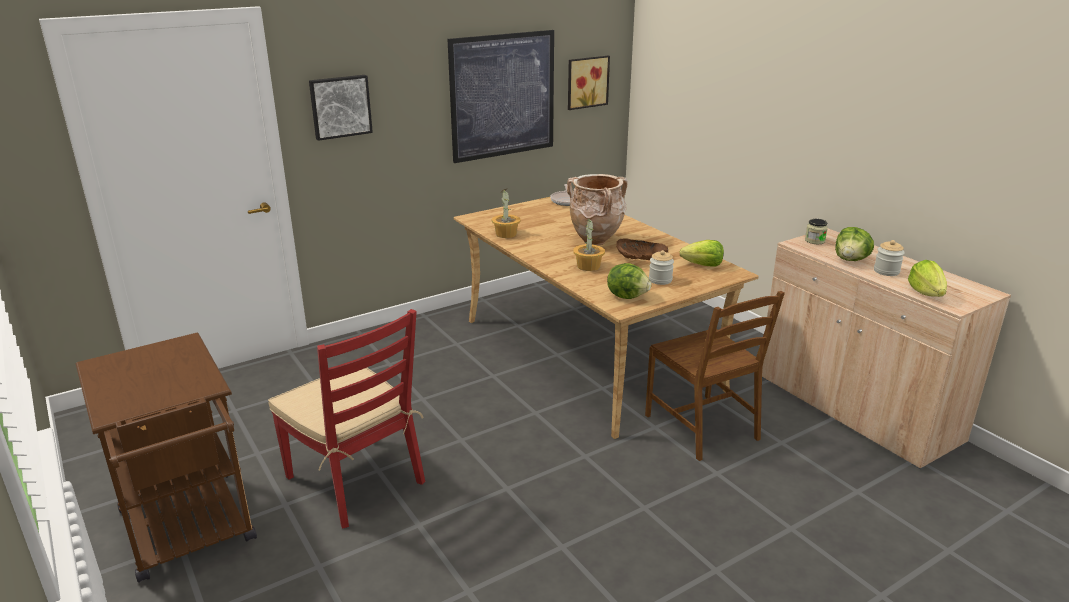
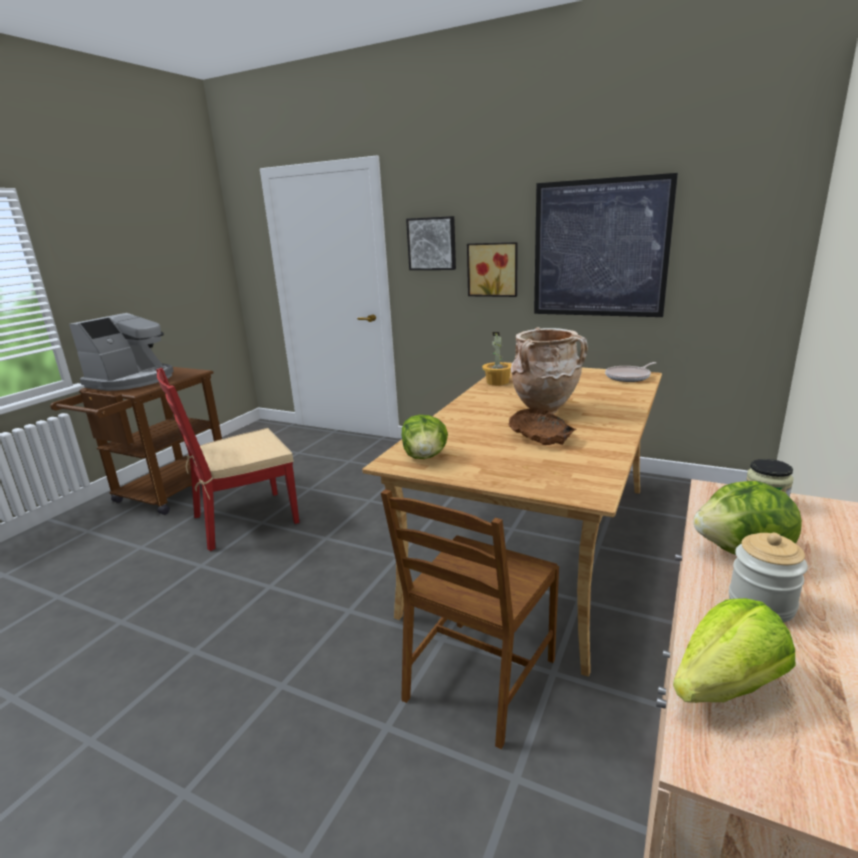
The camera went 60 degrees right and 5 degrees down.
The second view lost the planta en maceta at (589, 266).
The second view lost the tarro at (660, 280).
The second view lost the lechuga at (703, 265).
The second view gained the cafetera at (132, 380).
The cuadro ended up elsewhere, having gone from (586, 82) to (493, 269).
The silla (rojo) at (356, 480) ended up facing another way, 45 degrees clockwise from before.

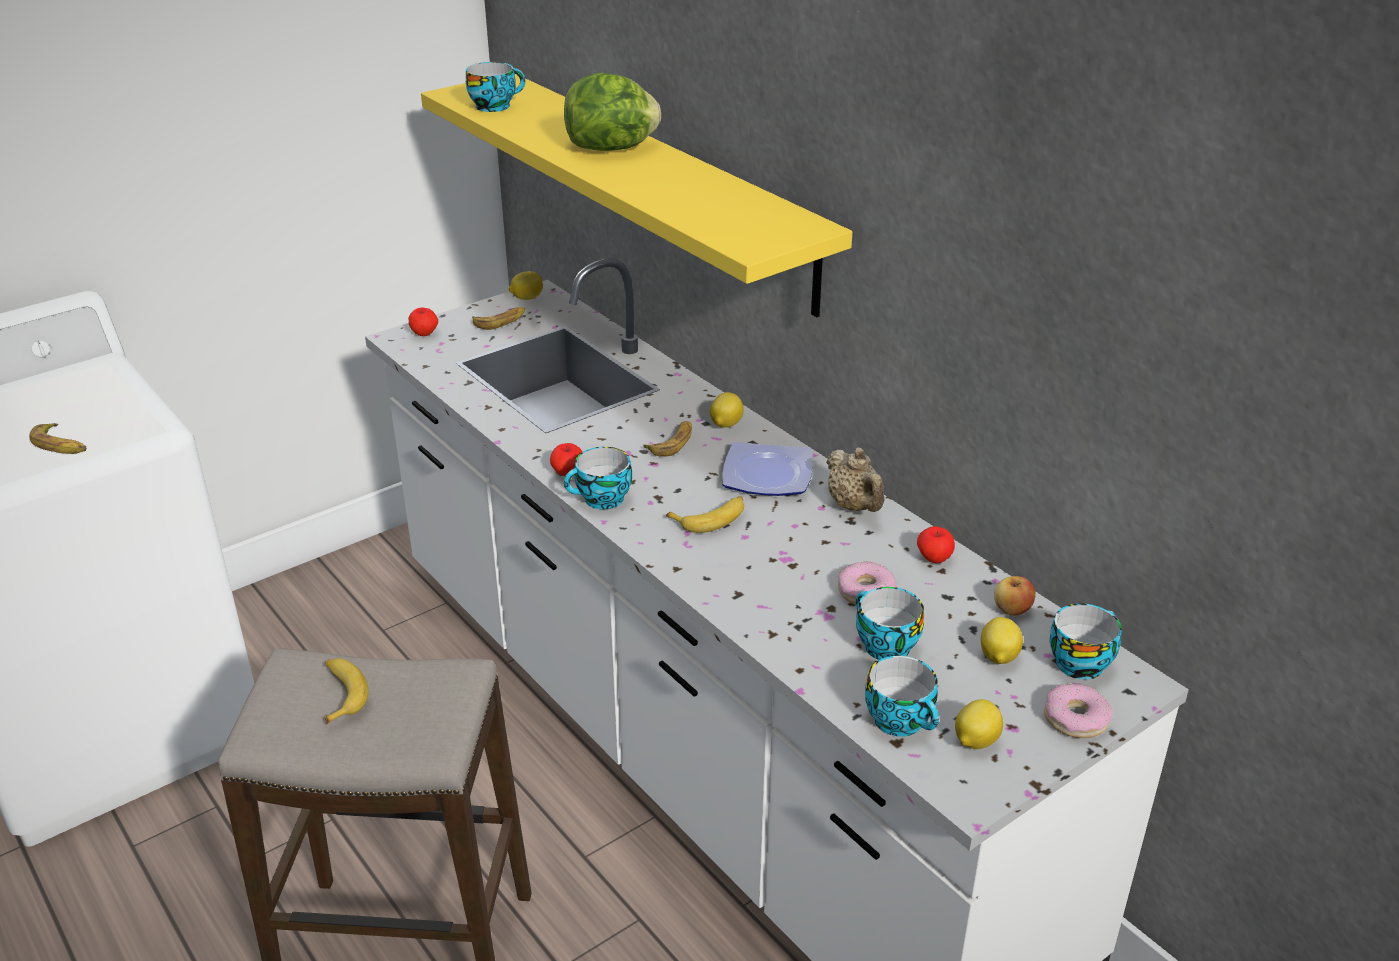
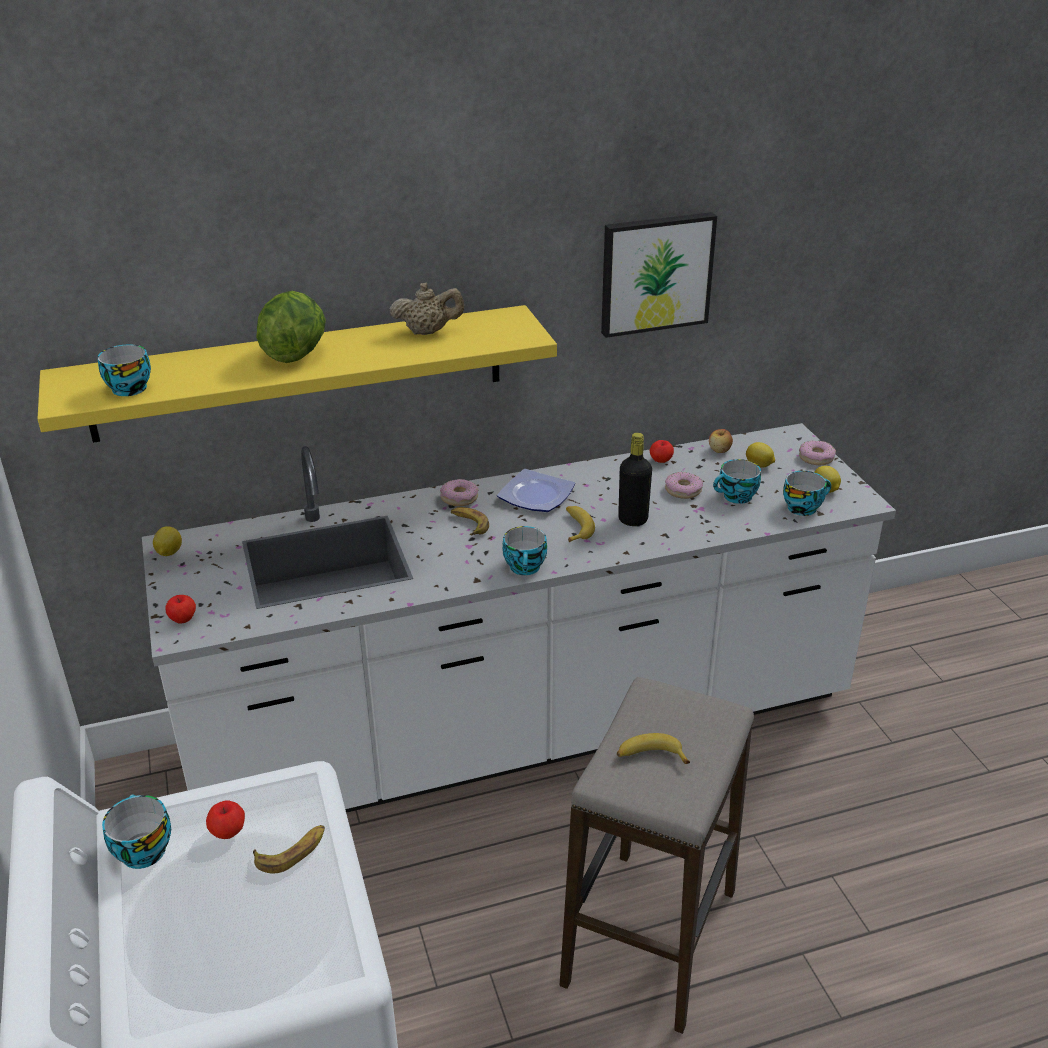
The camera went 70 degrees left and 0 degrees up.
The second view lost the plátano at (500, 321).
The second view gained the cuadro at (655, 273).
The second view gained the botella (negro) at (633, 520).
The manzana ended up elsewhere, having gone from (567, 473) to (228, 832).
The tetera (beis) ended up elsewhere, having gone from (855, 506) to (428, 332).
The taza ended up elsewhere, having gone from (1080, 661) to (141, 849).
Where the limón stood at (725, 424), the rosquilla came to stand at (459, 498).

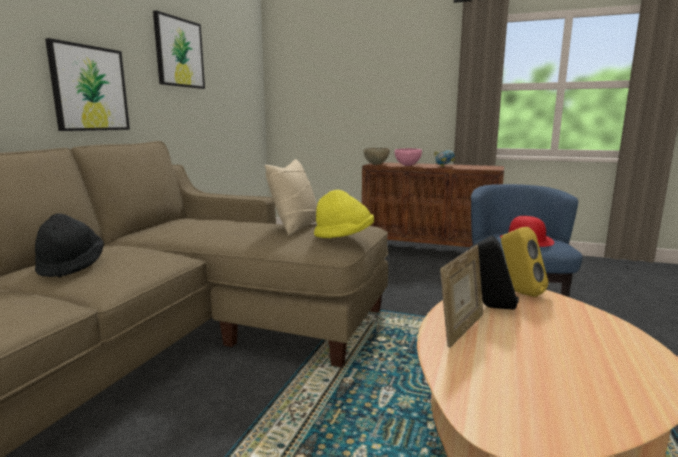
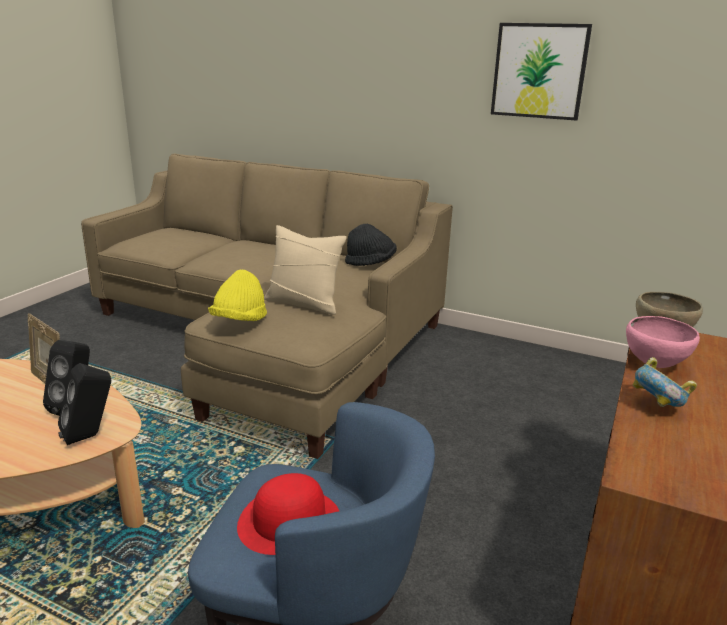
The camera went 95 degrees right and 10 degrees up.
The second view lost the cuadro at (89, 88).
The sombrero (negro) ended up elsewhere, having gone from (71, 266) to (370, 263).
What was the altavoz (amarillo) at (519, 292) turned into the altavoz (negro) at (90, 436).

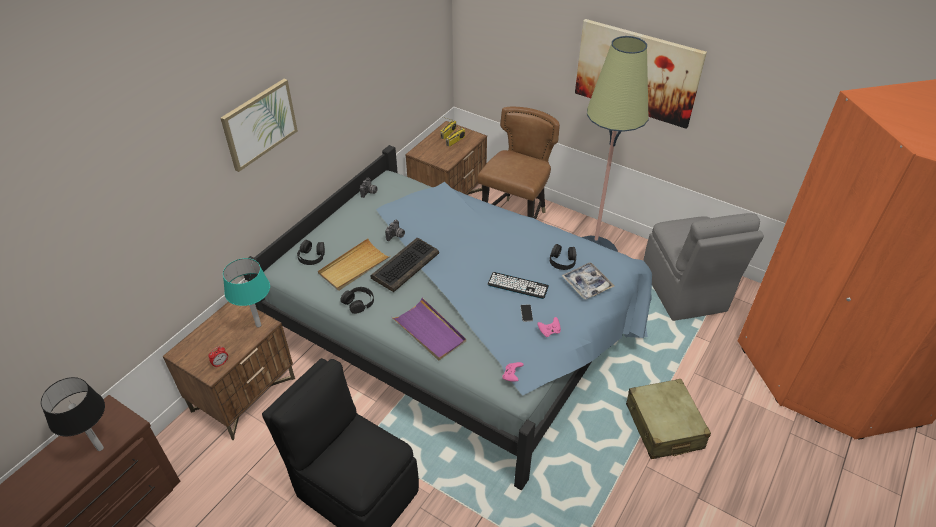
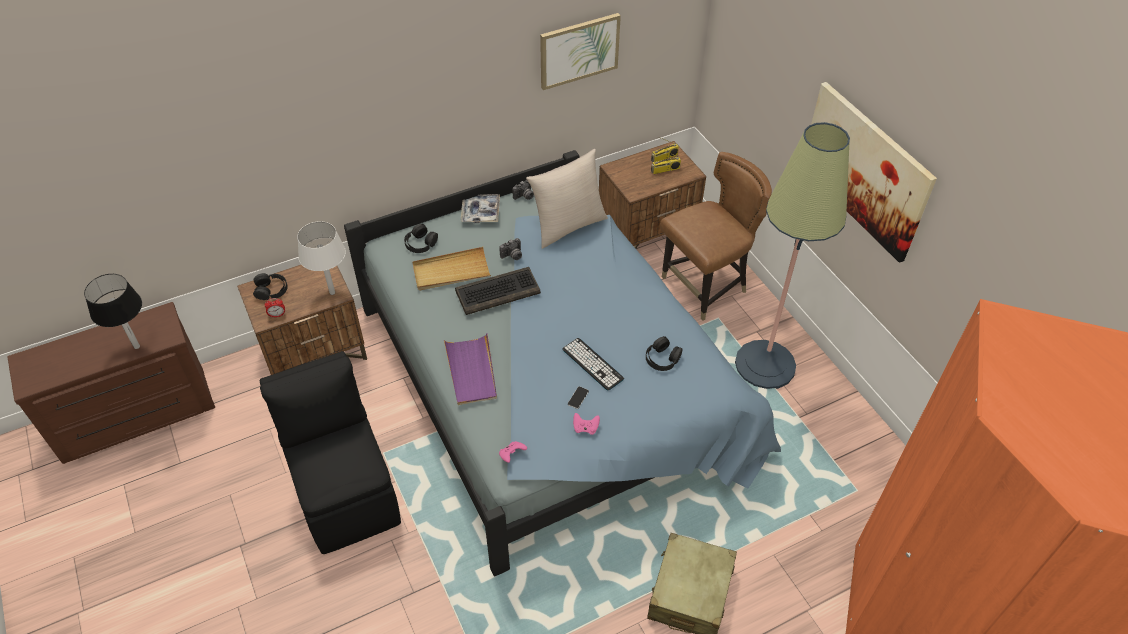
The camera went 30 degrees right and 5 degrees up.
The second view lost the silla (gris) at (684, 291).
The second view gained the cojín (beis) at (568, 226).
The cuadro ended up elsewhere, having gone from (259, 124) to (579, 50).
The auriculares (negro) ended up elsewhere, having gone from (359, 302) to (271, 290).
The bandeja ended up elsewhere, having gone from (587, 284) to (480, 212).
What was the lámpara de mesa (turquesa) at (258, 325) turned into the lámpara de mesa (blanco) at (332, 293).

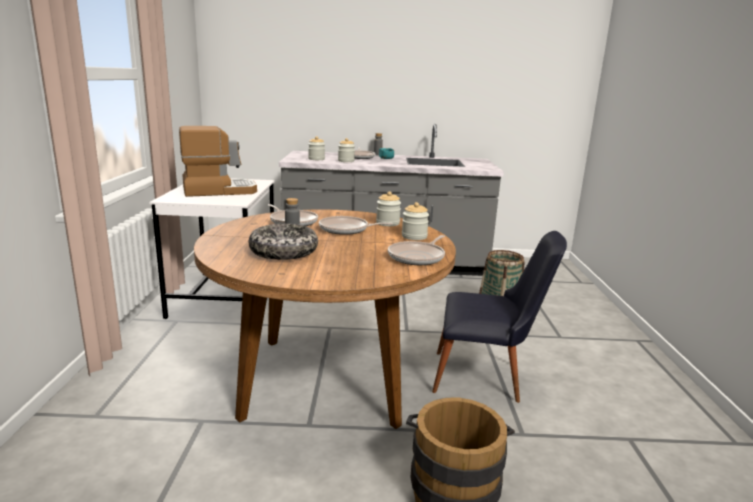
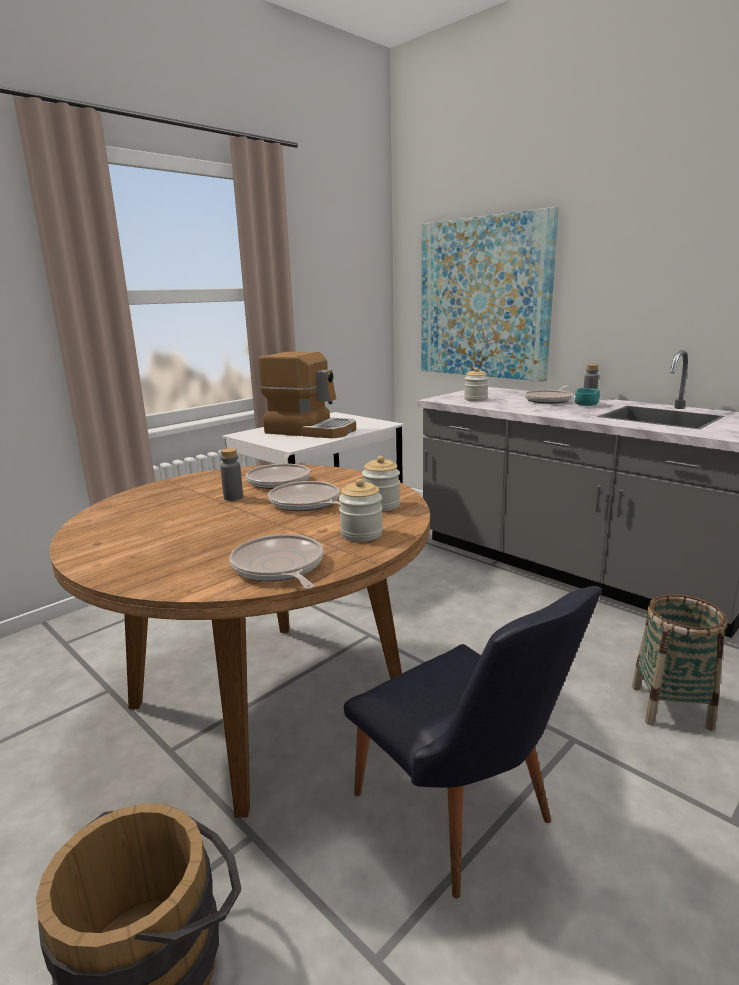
The camera went 45 degrees right and 0 degrees up.
The second view lost the cuenco at (283, 252).
The second view lost the tarro at (346, 161).
The second view gained the cuadro at (483, 298).
The sartén at (418, 257) ended up facing another way, 75 degrees clockwise from before.

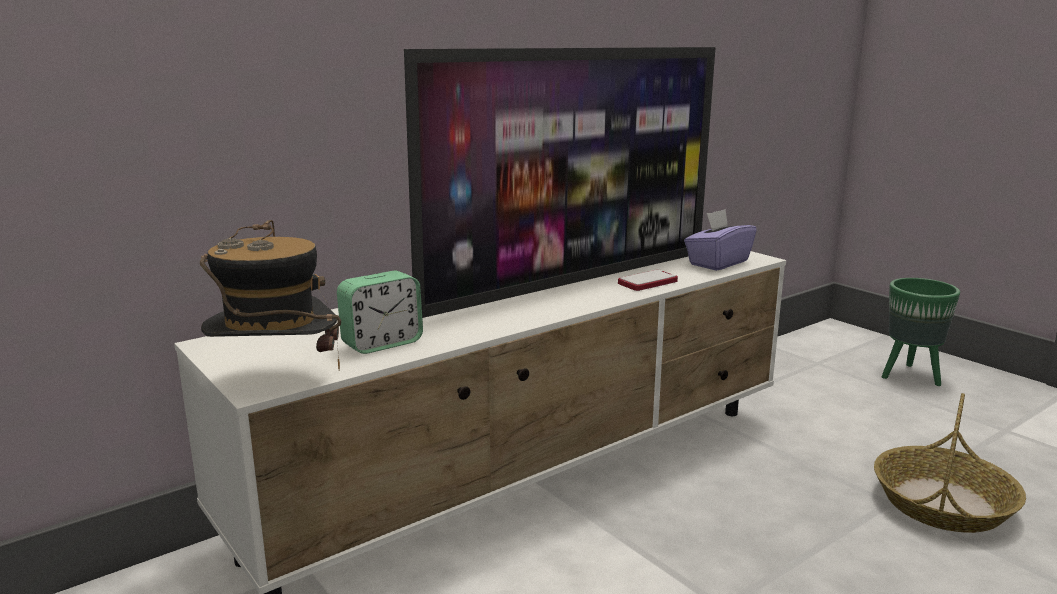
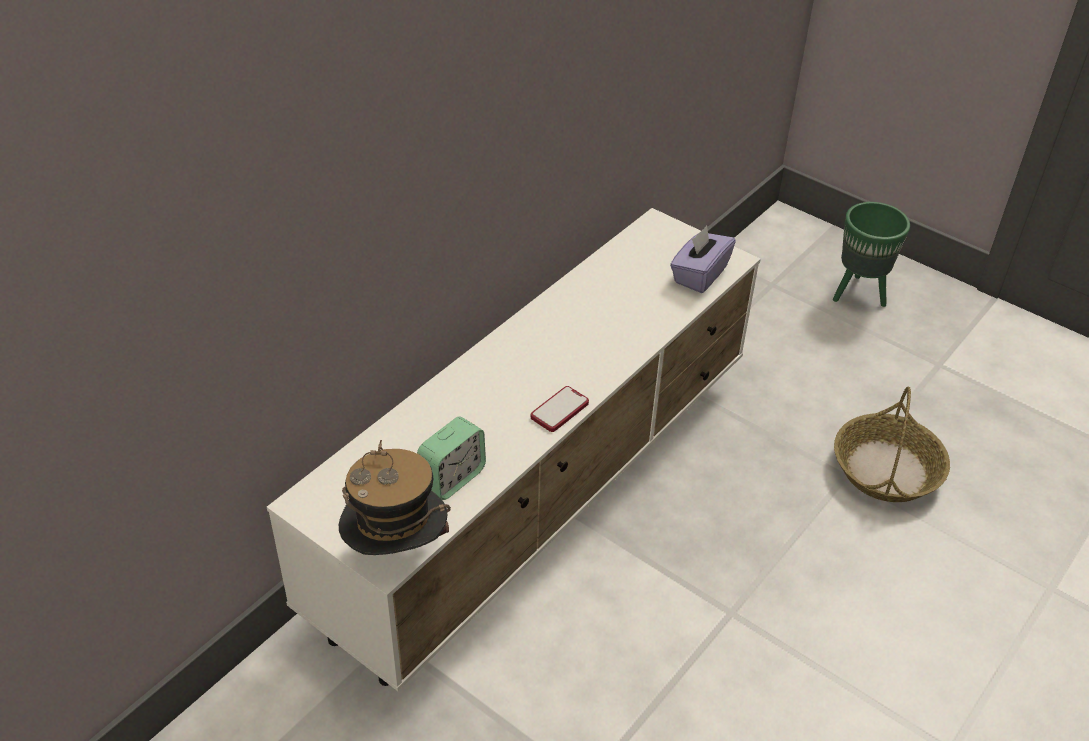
The camera went 15 degrees left and 25 degrees up.
The second view lost the televisor at (572, 281).
The móvil ended up elsewhere, having gone from (647, 282) to (559, 410).

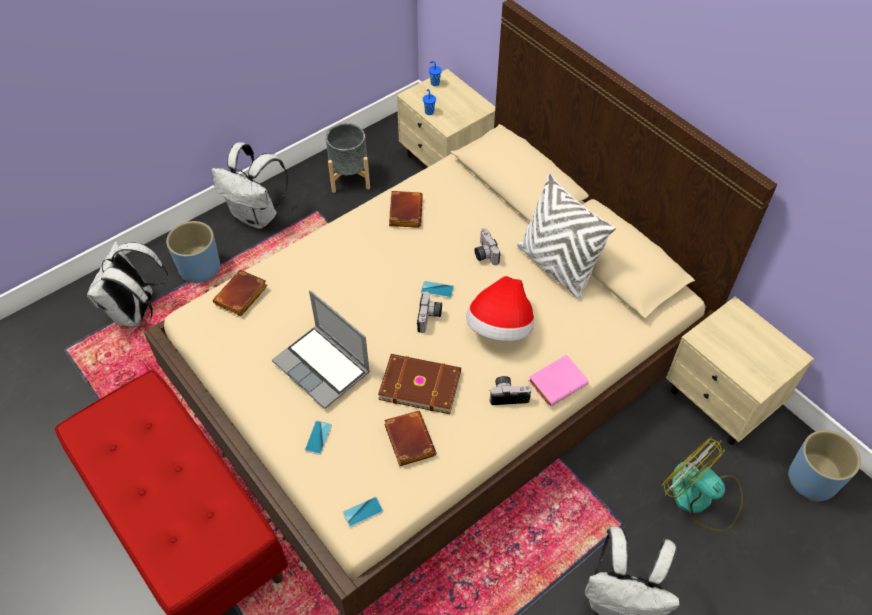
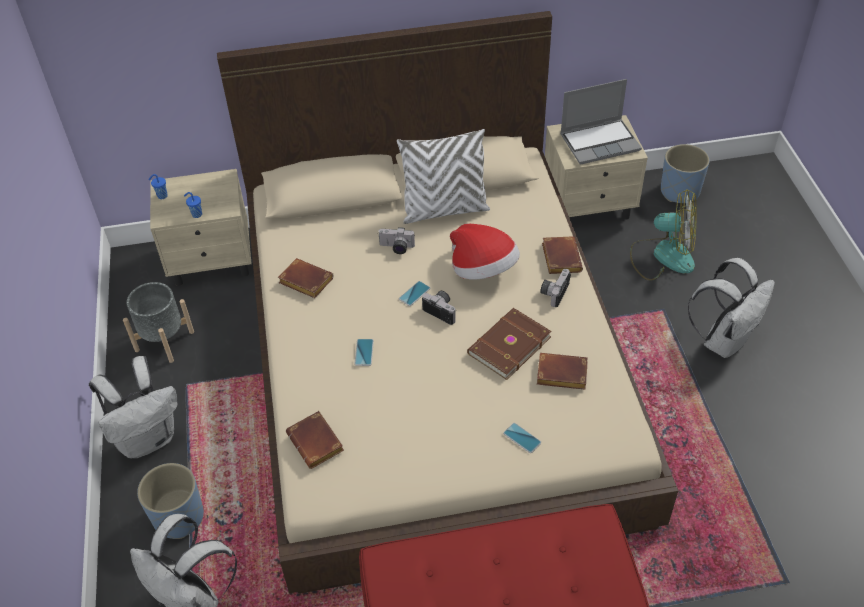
The camera went 60 degrees left and 5 degrees down.
The portátil ended up elsewhere, having gone from (323, 367) to (600, 142).
The móvil ended up elsewhere, having gone from (363, 512) to (364, 352).
What was the libro (rosa) at (557, 381) turned into the libro (marrón) at (559, 258).
The ventilador at (700, 497) ended up facing another way, 150 degrees counterclockwise from before.

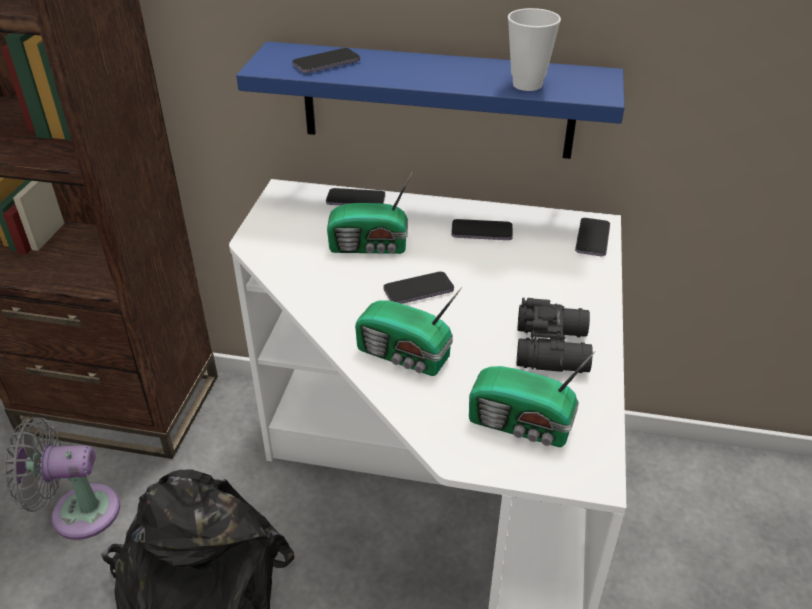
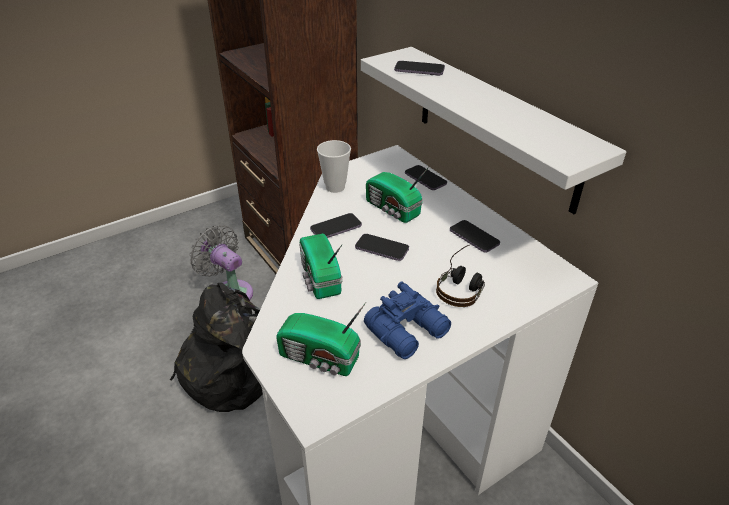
The camera went 45 degrees right and 0 degrees up.
The second view gained the auriculares at (462, 285).
The taza ended up elsewhere, having gone from (527, 84) to (335, 187).
The móvil ended up elsewhere, having gone from (592, 239) to (336, 228).
What was the estante (azul) at (437, 101) turned into the estante (blanco) at (496, 127).
What was the prismáticos (negro) at (554, 347) turned into the prismáticos (azul) at (409, 331).
The radio at (522, 425) ended up facing another way, 45 degrees counterclockwise from before.

